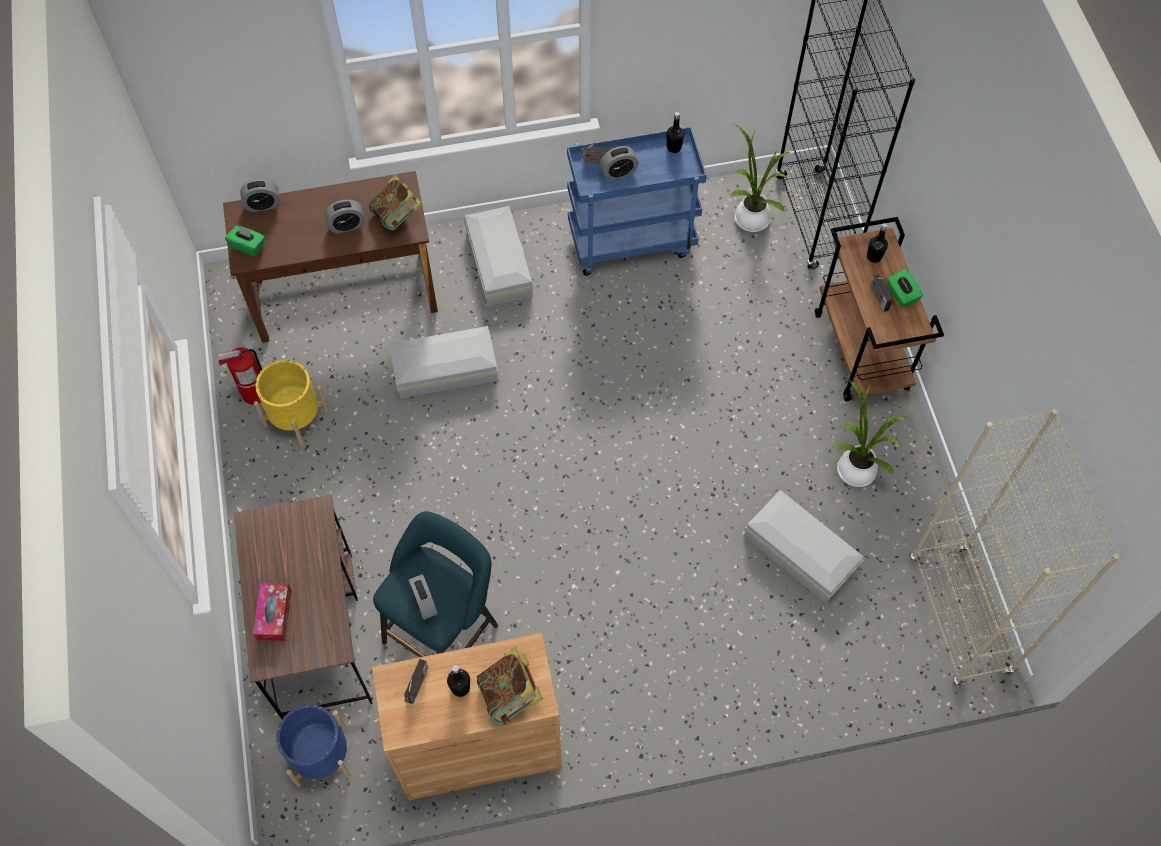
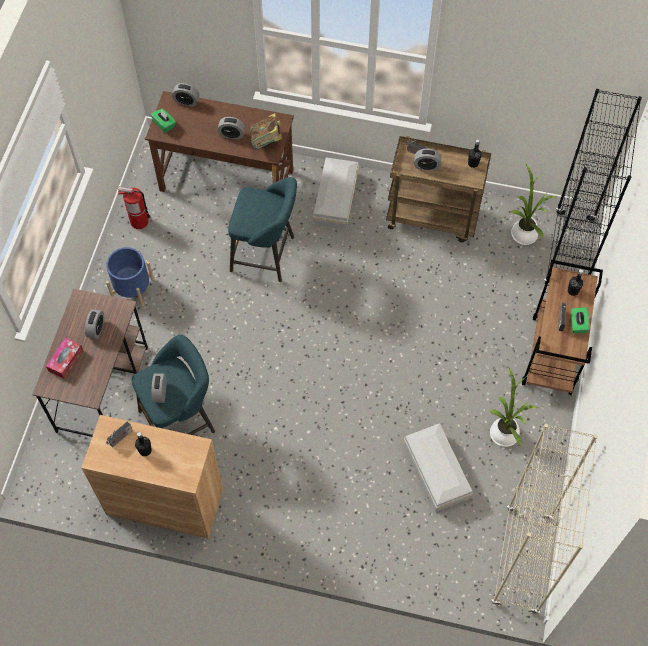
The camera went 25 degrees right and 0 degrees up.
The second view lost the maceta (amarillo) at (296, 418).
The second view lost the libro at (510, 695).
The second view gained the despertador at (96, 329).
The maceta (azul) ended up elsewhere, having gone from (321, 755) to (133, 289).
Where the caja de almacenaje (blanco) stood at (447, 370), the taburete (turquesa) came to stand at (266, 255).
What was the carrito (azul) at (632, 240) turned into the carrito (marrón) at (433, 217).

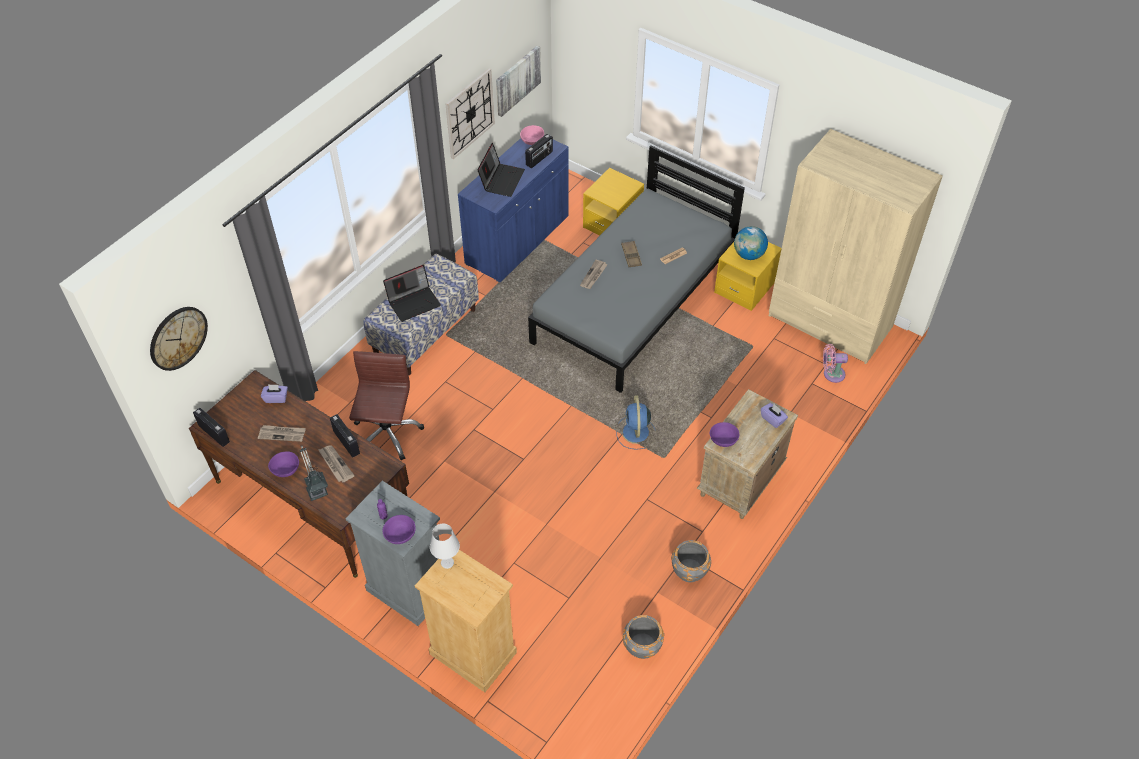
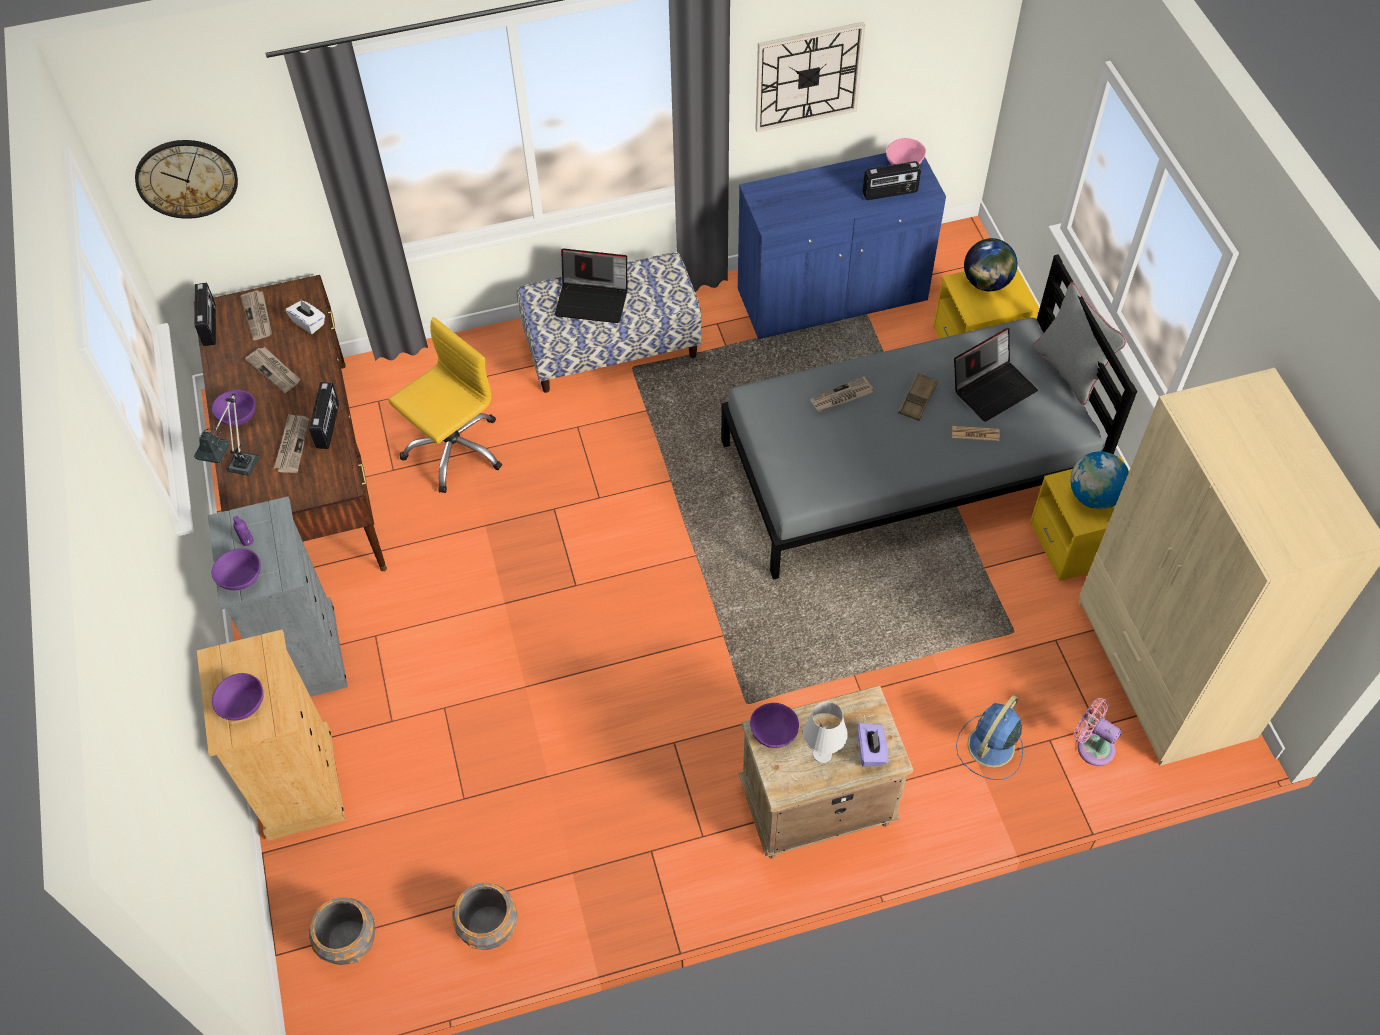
The camera went 40 degrees right and 5 degrees up.
The second view lost the cuadro at (517, 80).
The second view gained the cuenco (morado) at (243, 704).
The second view gained the periódico at (258, 316).
The second view gained the globo terráqueo at (986, 283).
The second view gained the cojín (gris) at (1069, 371).
The lámpara de mesa (blanco) ended up elsewhere, having gone from (447, 562) to (822, 753).
The portátil ended up elsewhere, having gone from (501, 179) to (993, 388).
The ventilador (azul) ended up elsewhere, having gone from (636, 433) to (989, 747).
The maceta (gris) ended up elsewhere, having gone from (689, 571) to (349, 941).
What was the caja de pañuelos (morado) at (276, 398) turned into the caja de pañuelos (blanco) at (309, 323).
What was the silla de oficina (marrón) at (387, 434) turned into the silla de oficina (amarillo) at (454, 449).

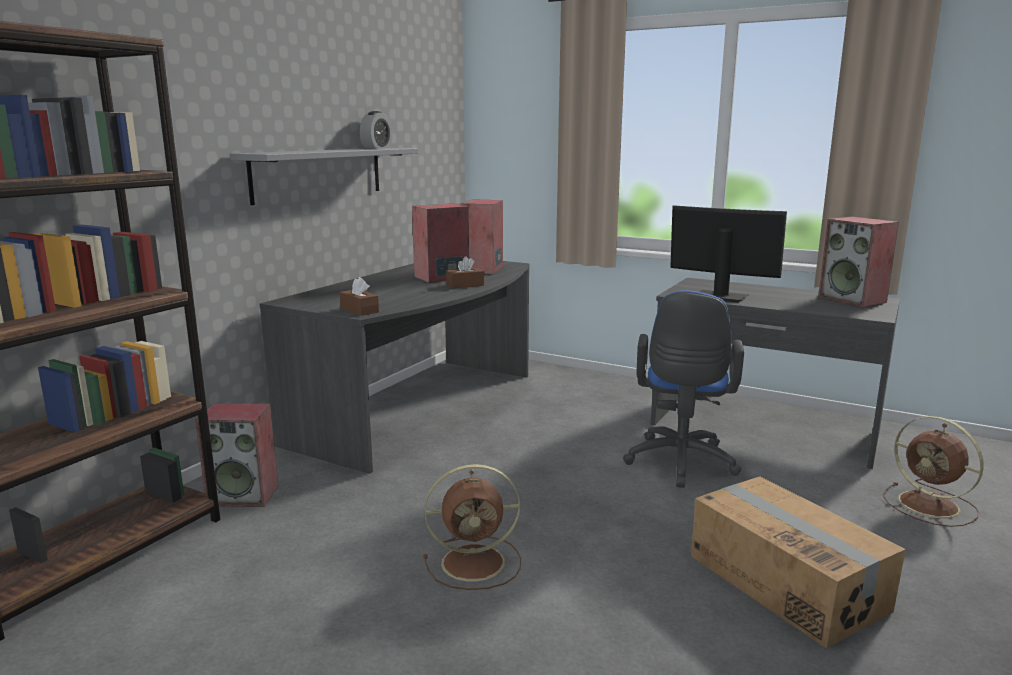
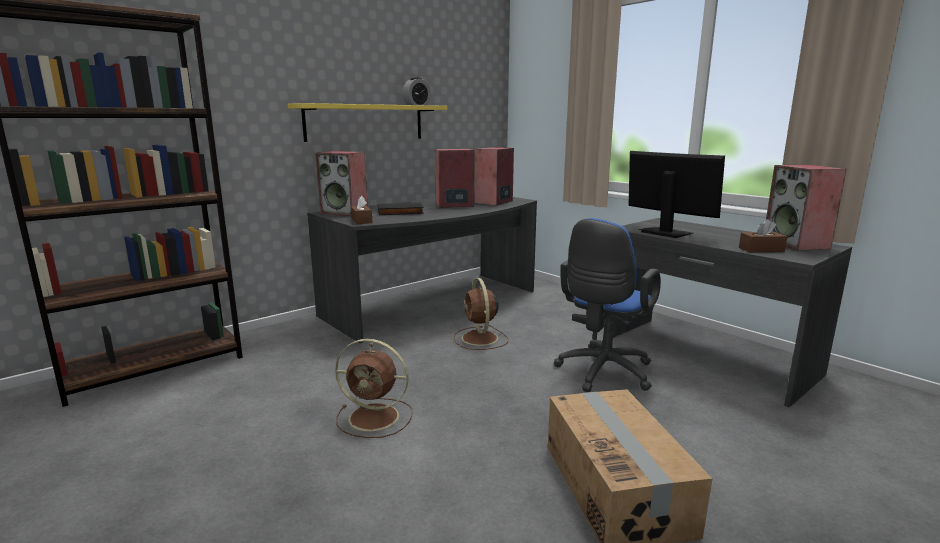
The camera went 20 degrees right and 0 degrees up.
The second view gained the libro (negro) at (400, 212).
The altavoz ended up elsewhere, having gone from (244, 495) to (345, 212).
The caja de pañuelos (marrón) ended up elsewhere, having gone from (465, 285) to (761, 249).
The ventilador (marrón) ended up elsewhere, having gone from (931, 506) to (480, 339).
What was the estante (gris) at (319, 173) turned into the estante (amarillo) at (365, 122).

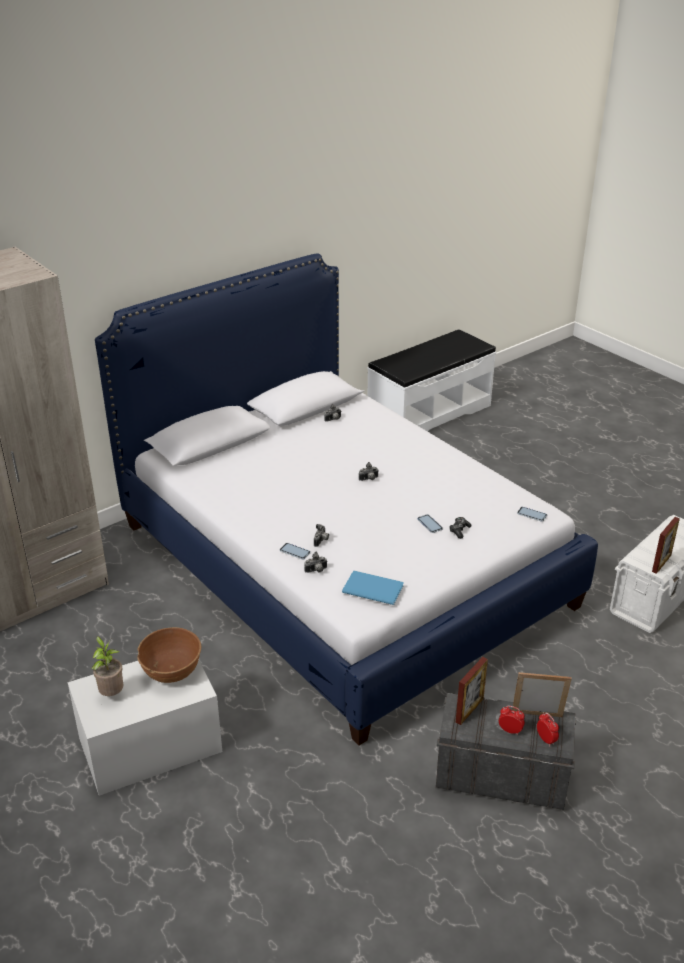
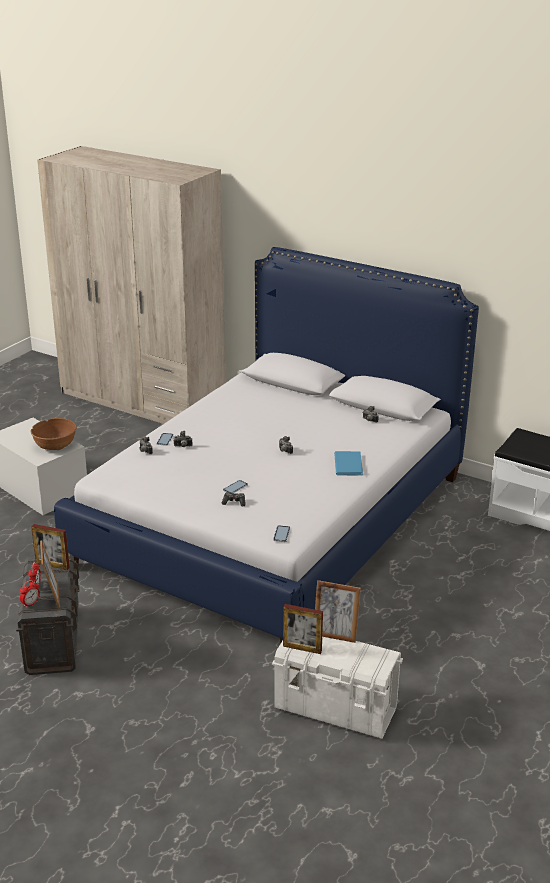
The camera went 70 degrees right and 5 degrees down.
The second view lost the planta en maceta at (111, 693).
The second view gained the portarretratos at (335, 635).
The libro (azul) ended up elsewhere, having gone from (372, 588) to (349, 463).

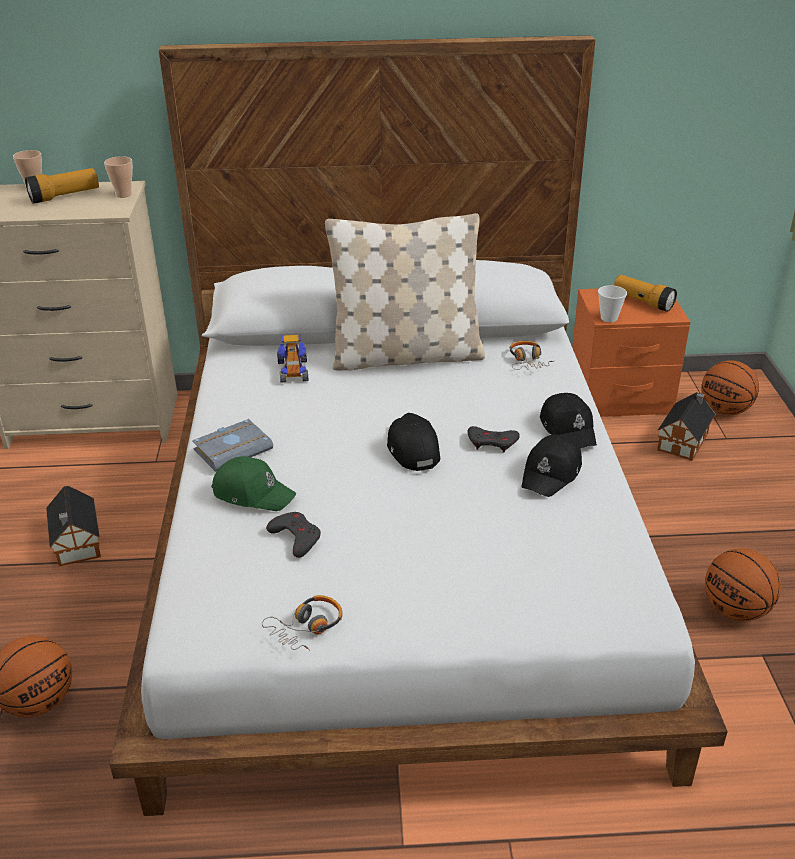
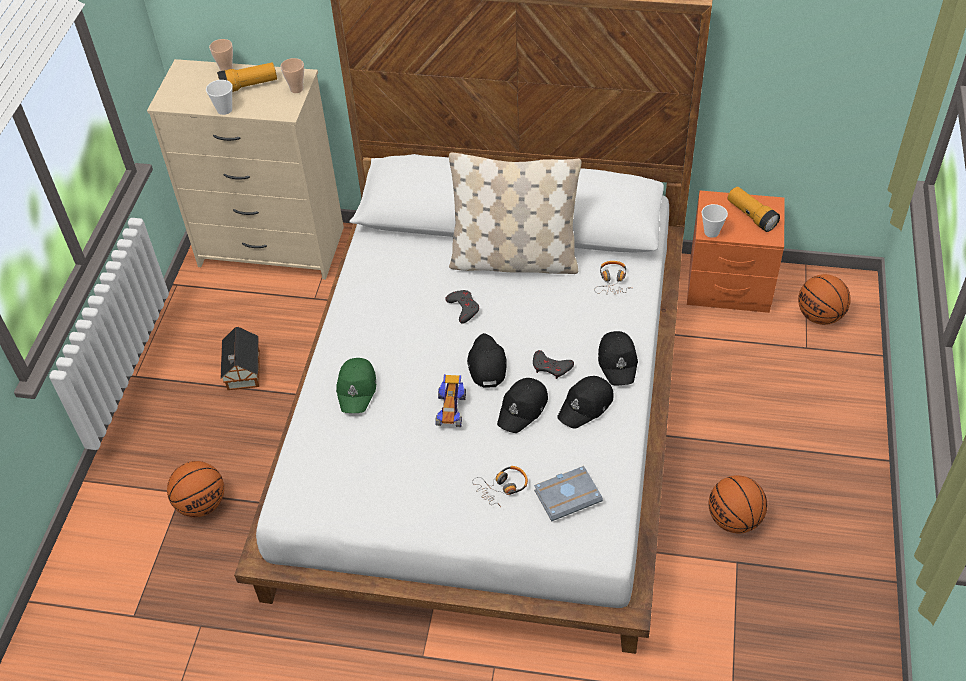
The camera went 15 degrees right and 15 degrees up.
The second view lost the casita at (684, 441).
The second view gained the taza at (224, 109).
The second view gained the gorra (negro) at (523, 409).
The libro (gris) ended up elsewhere, having gone from (233, 448) to (568, 495).
The auriculares ended up elsewhere, having gone from (307, 628) to (502, 488).
The mando de consola (gris) ended up elsewhere, having gone from (296, 537) to (463, 308).
The coche de juguete ended up elsewhere, having gone from (293, 370) to (450, 409).
The gorra (verde) at (253, 493) ended up facing another way, 60 degrees clockwise from before.

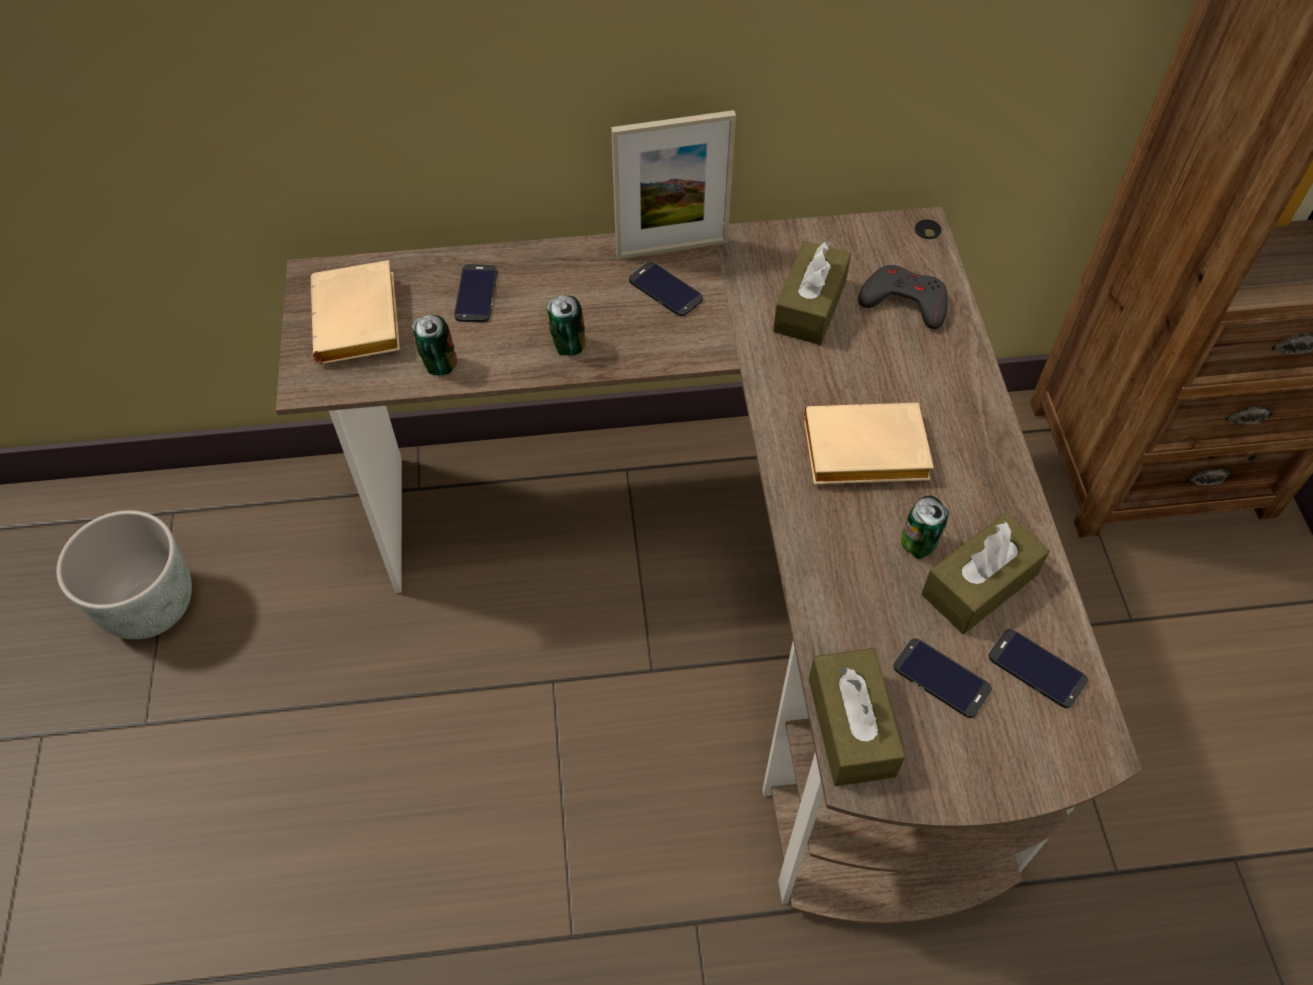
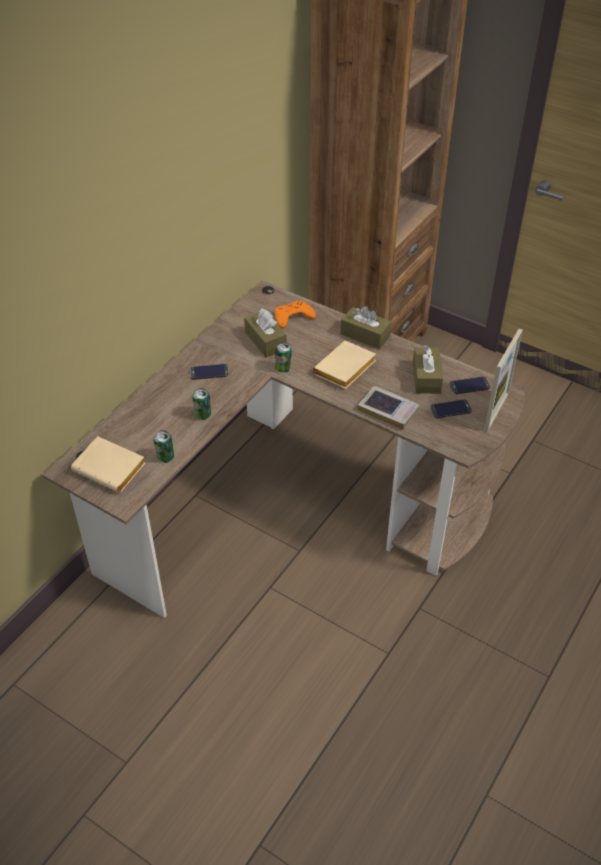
The camera went 50 degrees left and 10 degrees down.
The second view lost the maceta (gris) at (152, 606).
The second view lost the móvil at (476, 293).
The second view gained the libro at (388, 410).
The portarretratos ended up elsewhere, having gone from (672, 248) to (496, 411).
The caja de pañuelos (marrón) ended up elsewhere, having gone from (851, 726) to (365, 335).
The lata ended up elsewhere, having gone from (917, 546) to (283, 369).
What was the mando de consola (gris) at (904, 302) turned into the mando de consola (naranja) at (293, 317).

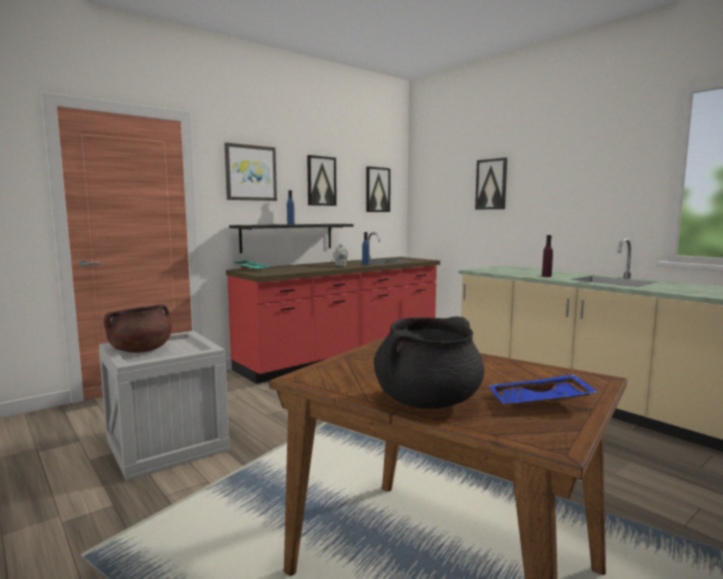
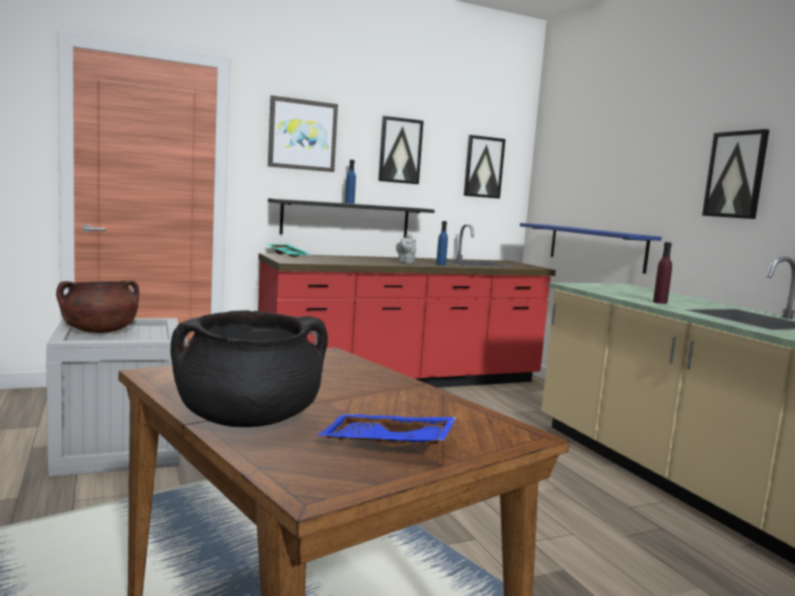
The camera went 15 degrees right and 0 degrees up.
The second view gained the estante (azul) at (596, 247).
The cuadro ended up elsewhere, having gone from (491, 184) to (735, 175).

